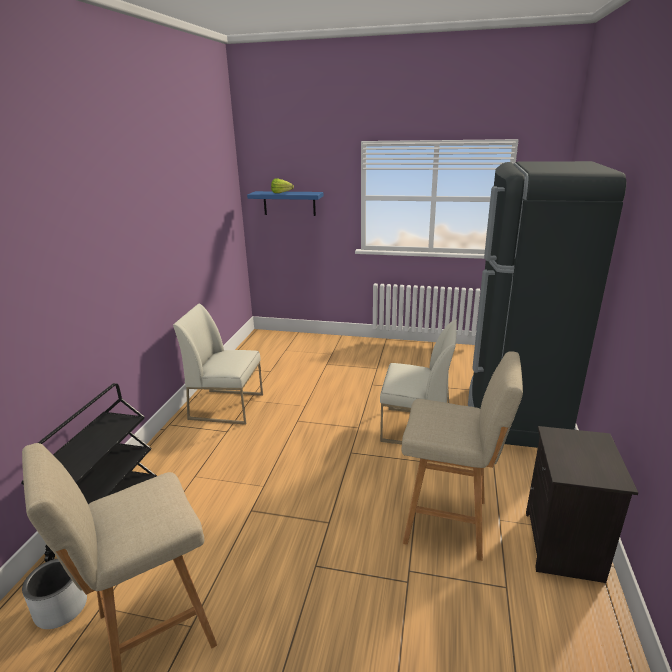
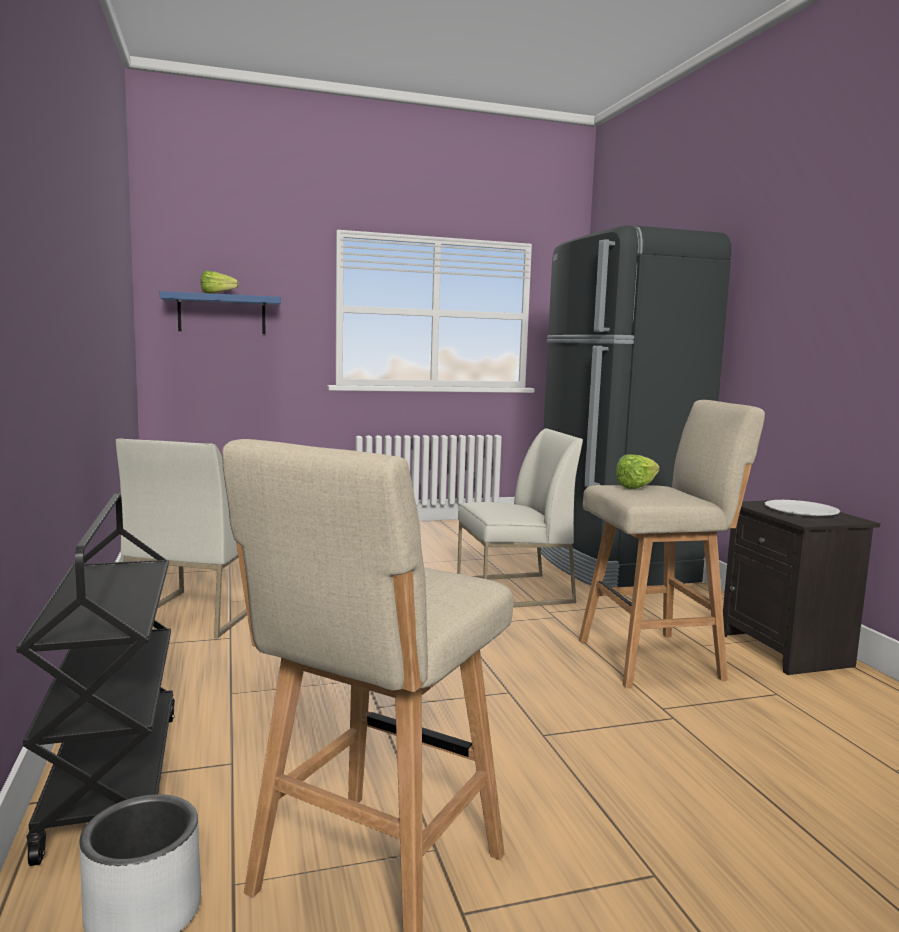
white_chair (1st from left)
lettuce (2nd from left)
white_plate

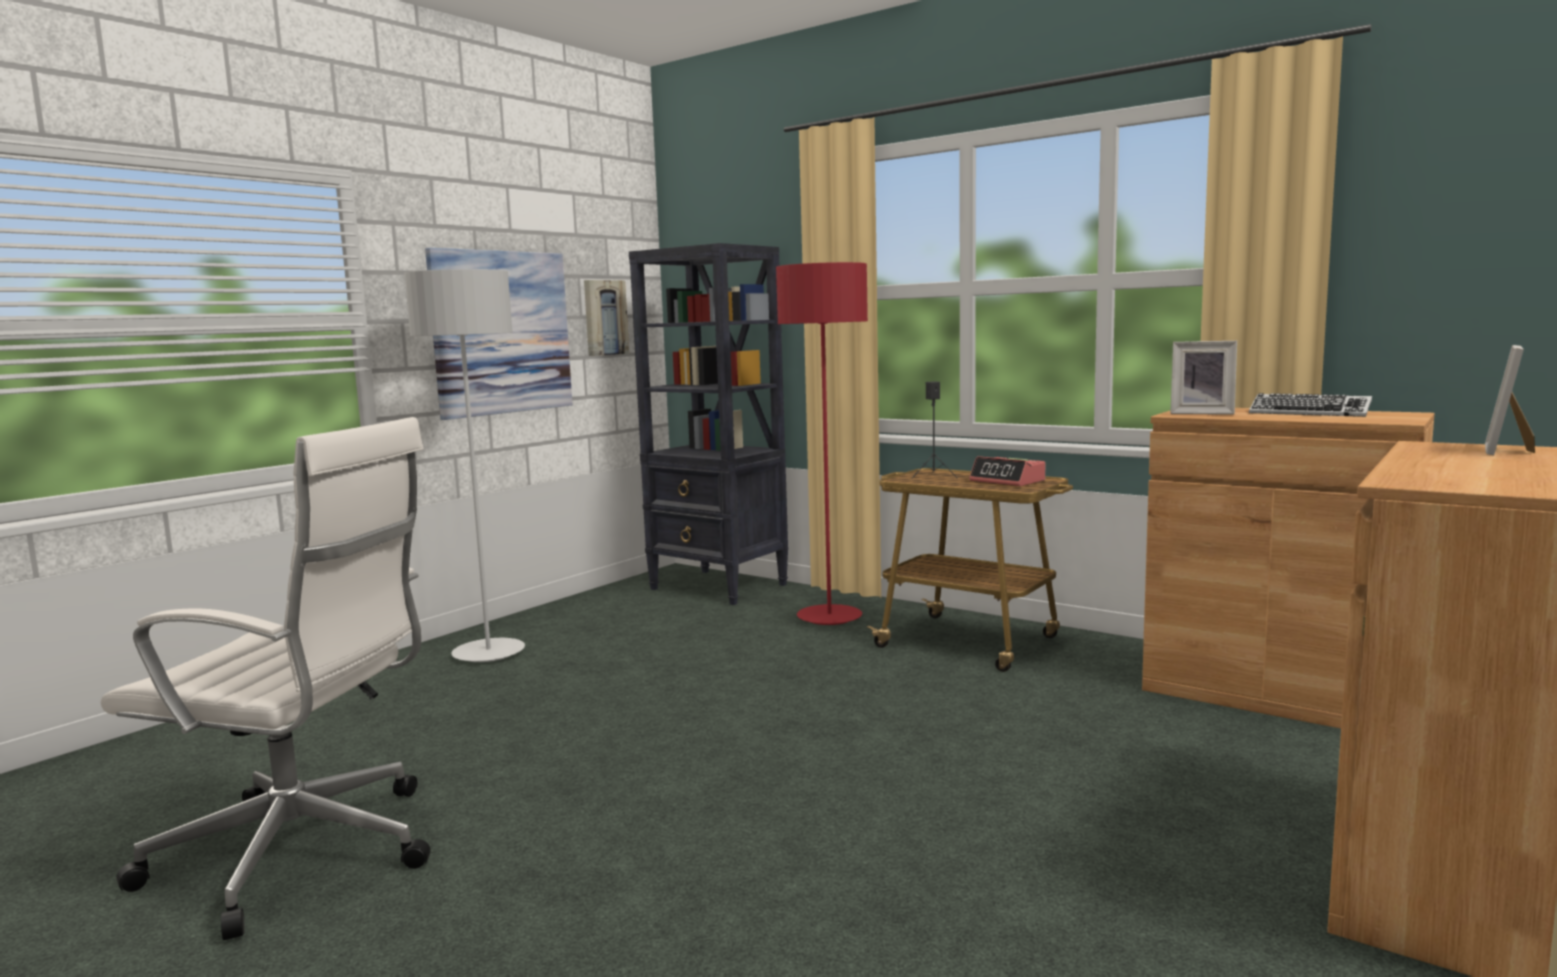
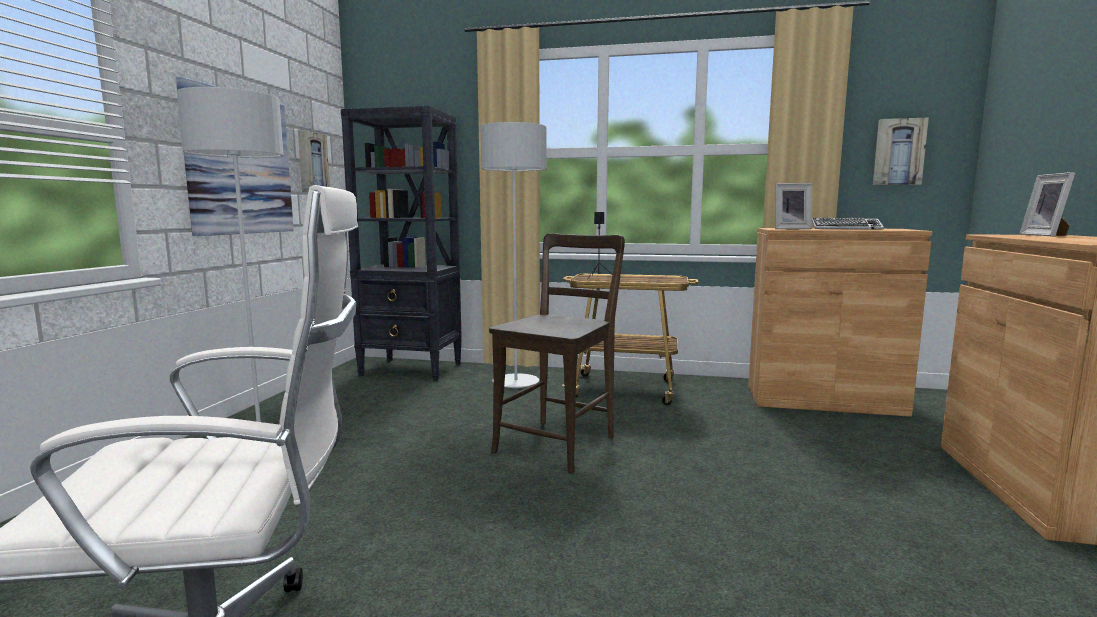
grey_floor_lamp (2nd from left)
alarm_clock
brown_chair
picture (3rd from left)

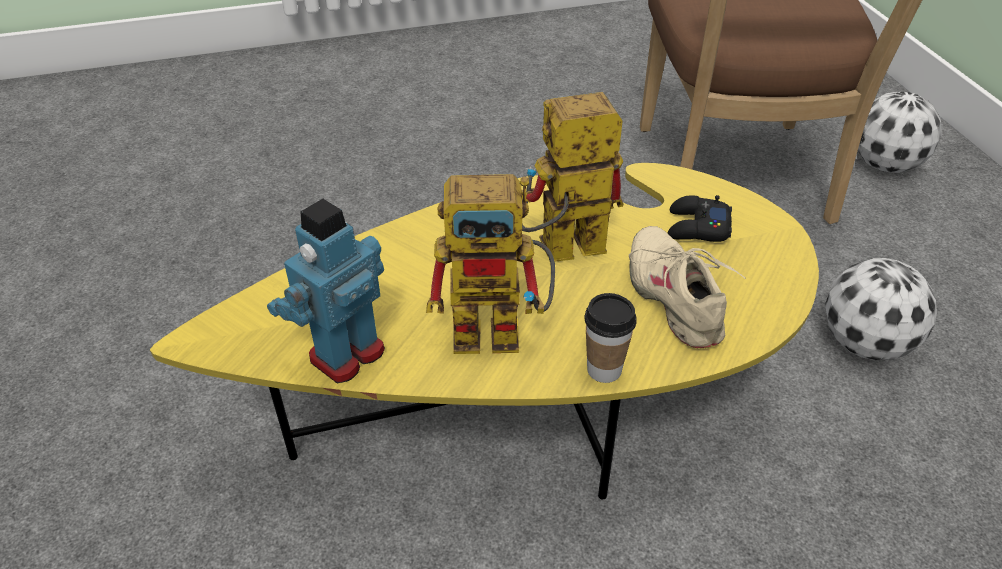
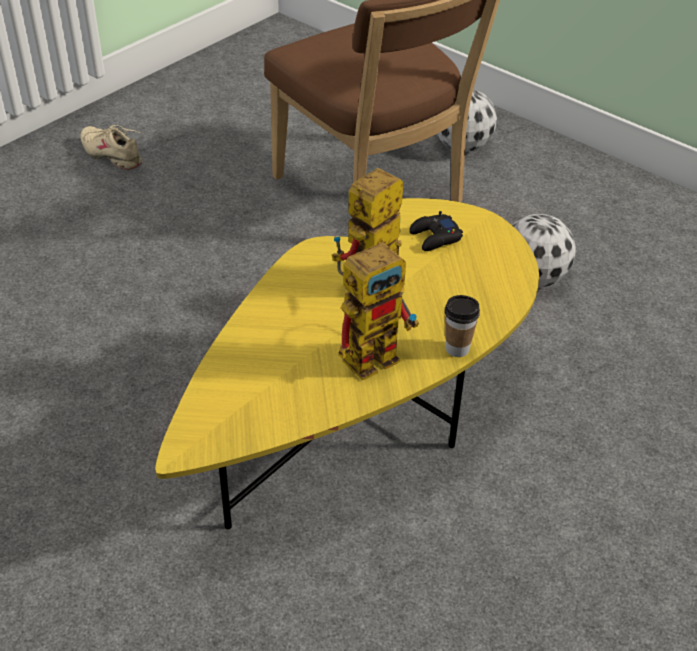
toy_robot (1st from left in the first image)
beige_shoe

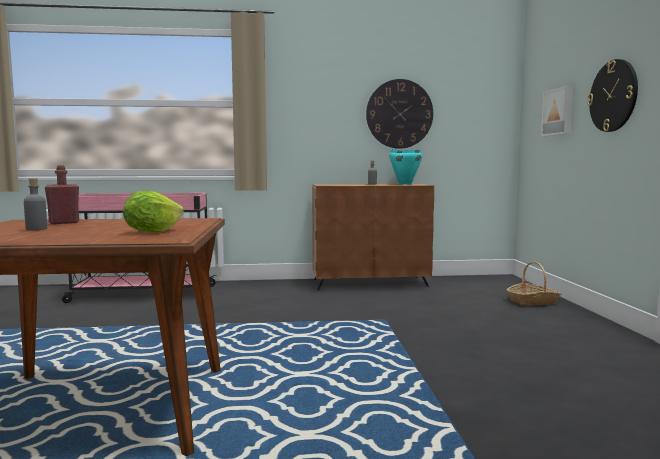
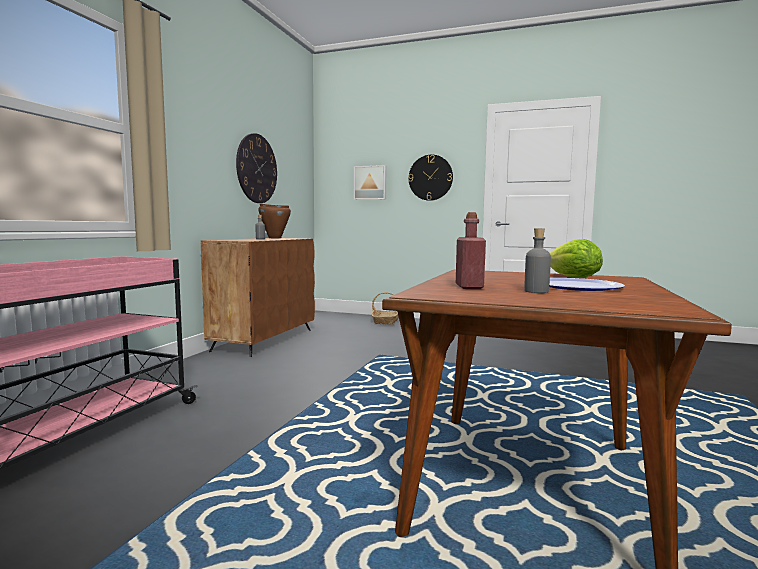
brown_cooking_pot
plate

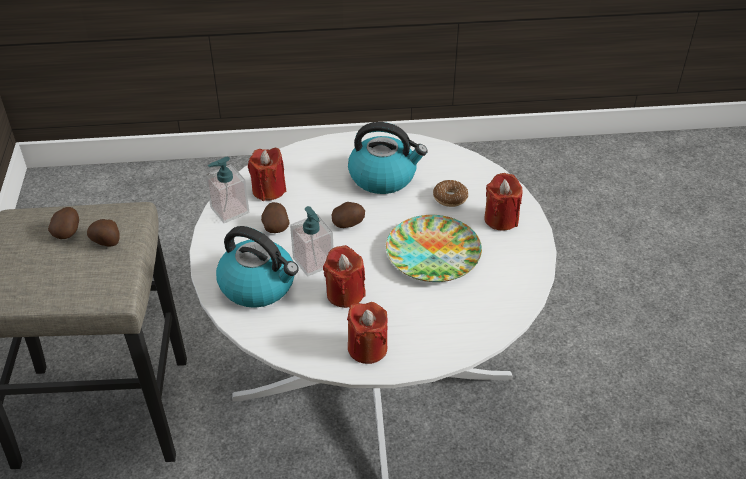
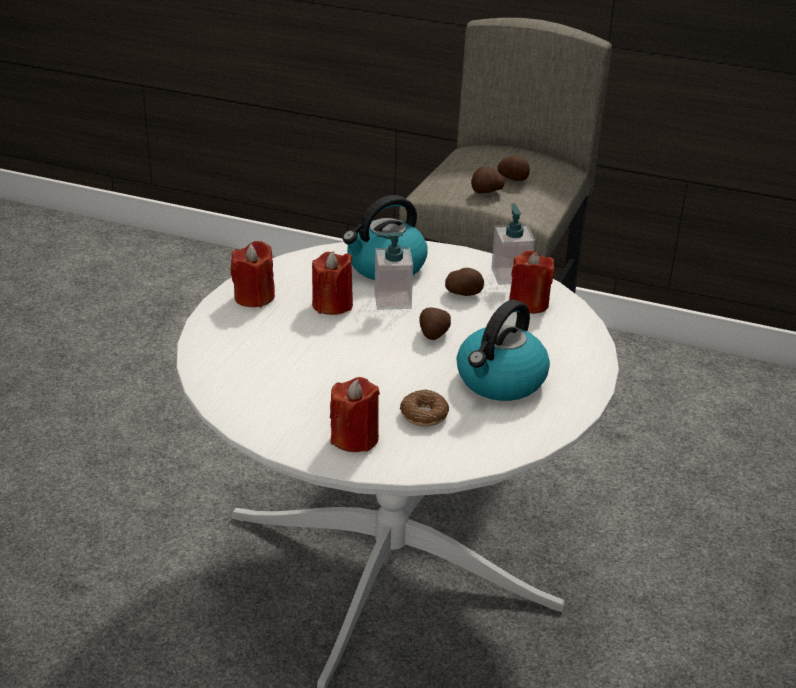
plate

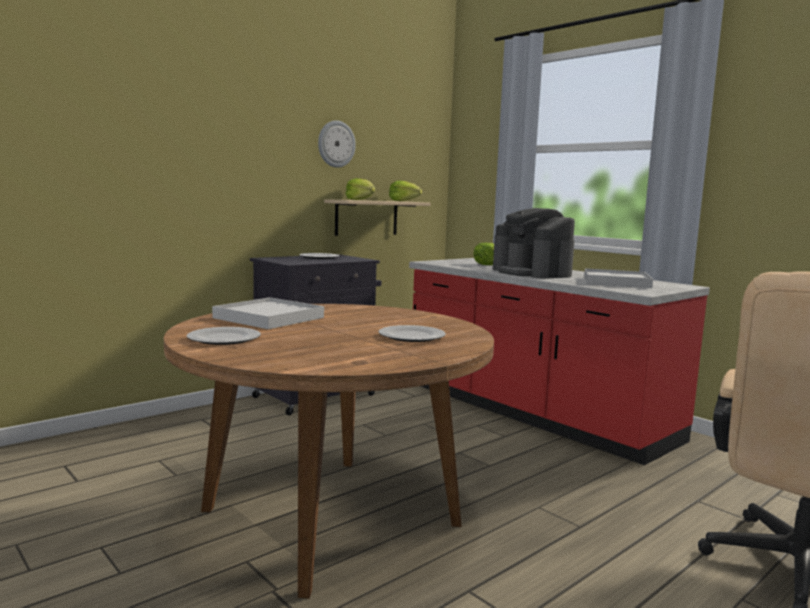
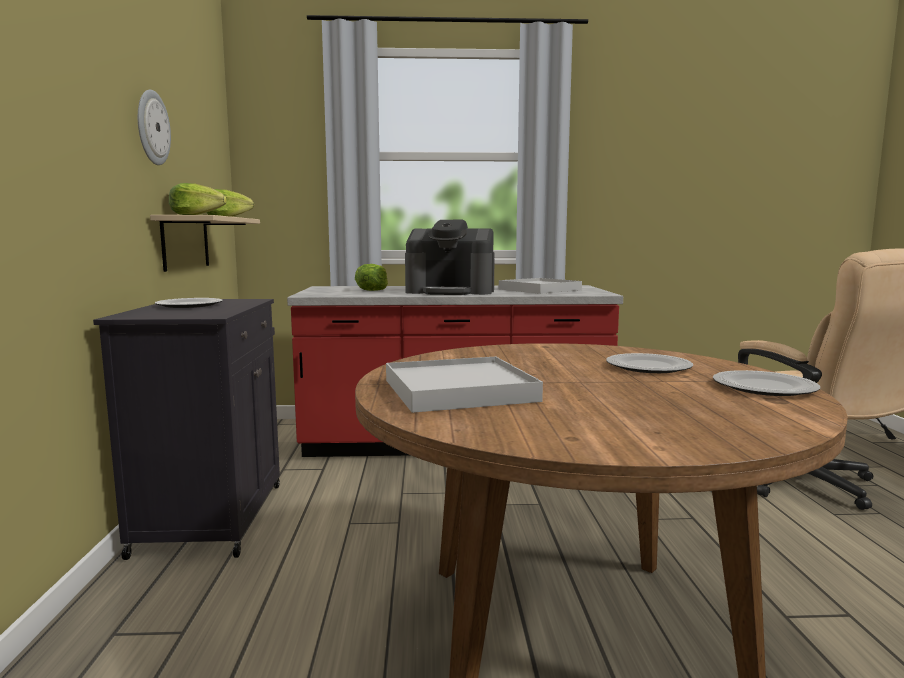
plate (3rd from left)

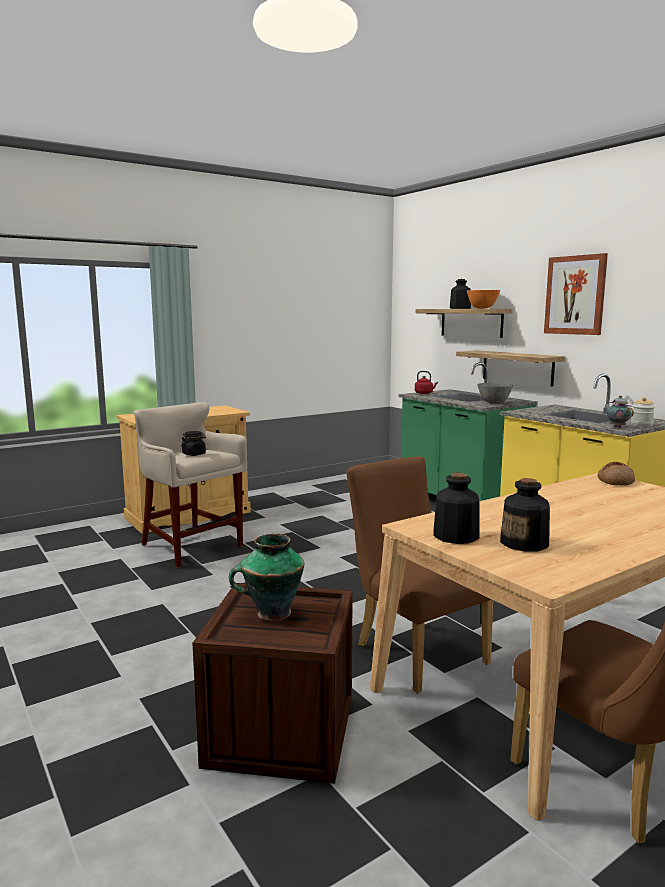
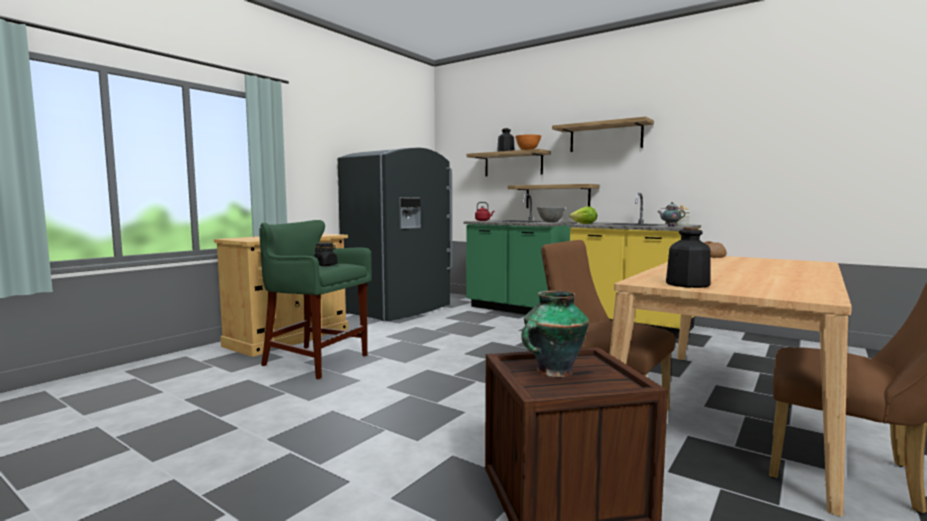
green_stool
bottle (3rd from left in the first image)
shelf (3rd from left)
grey_fridge
lettuce

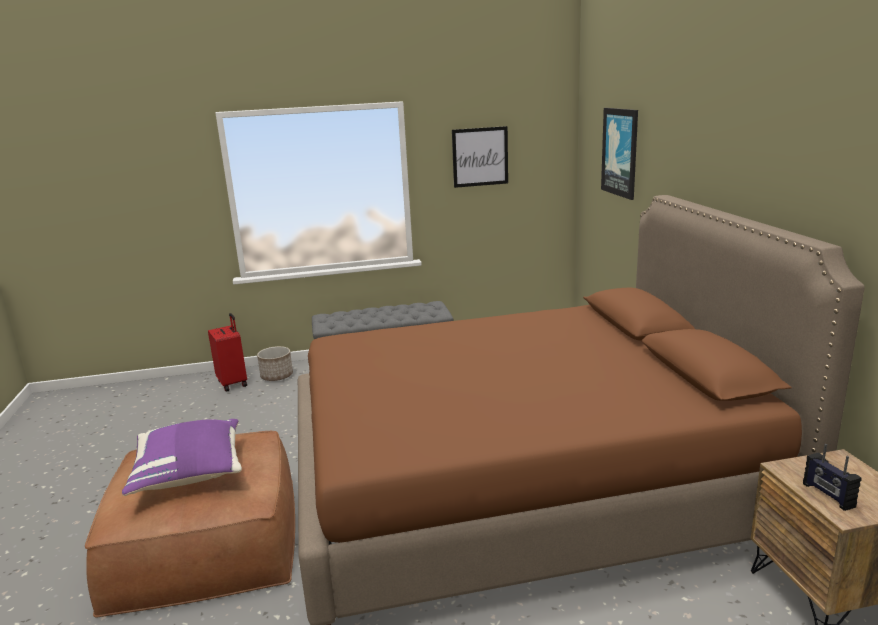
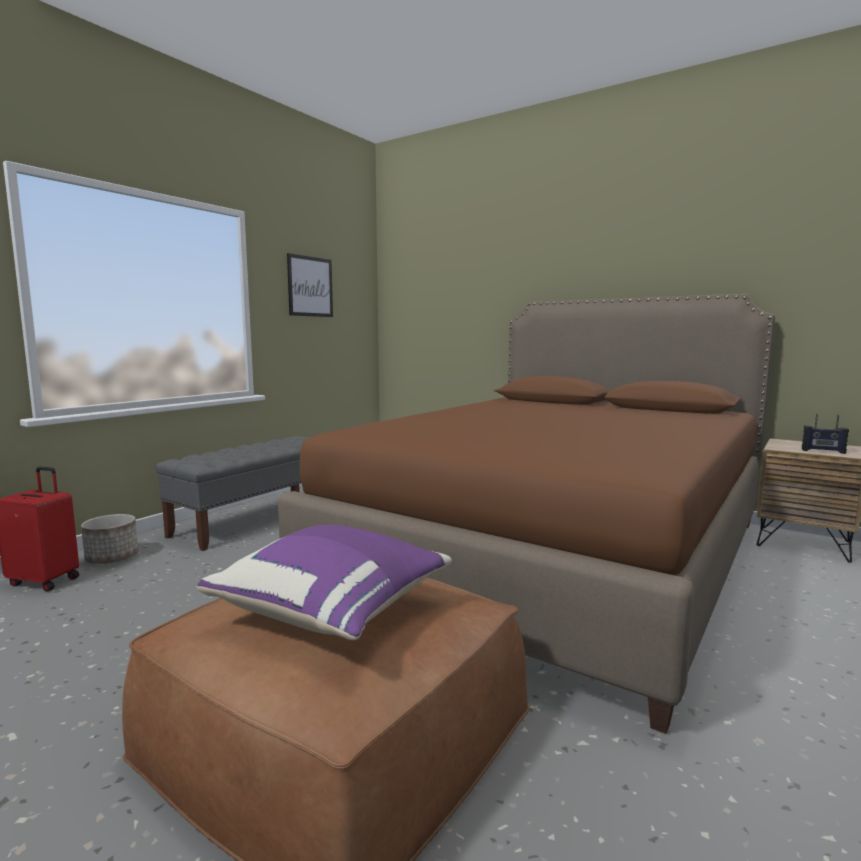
picture (2nd from left in the first image)

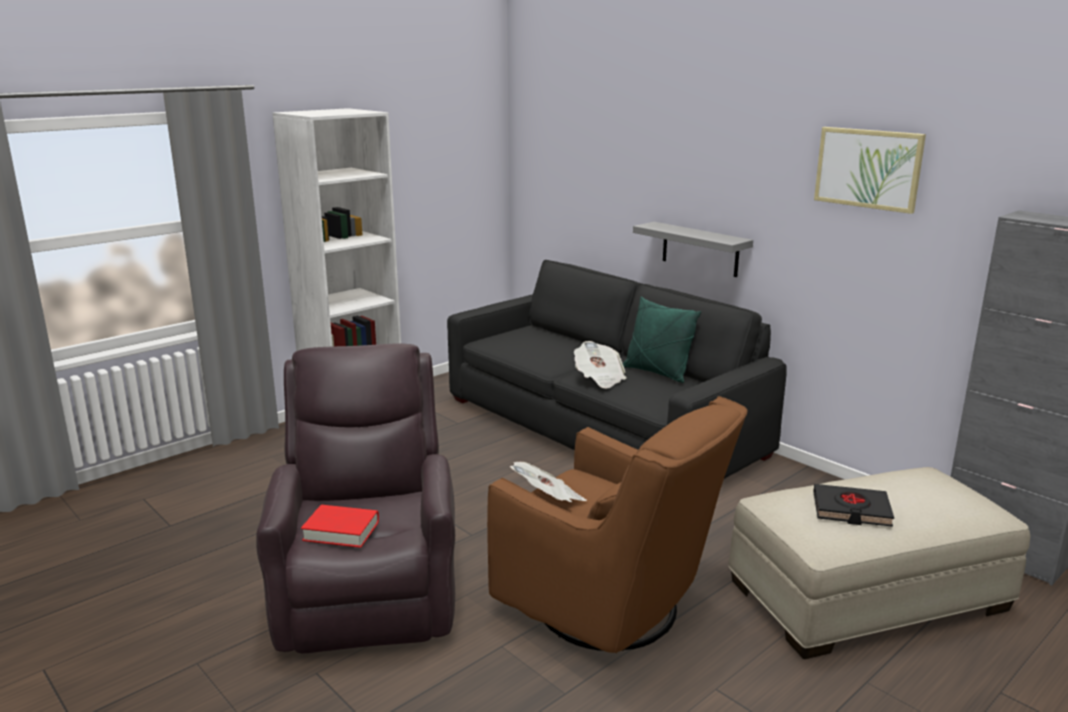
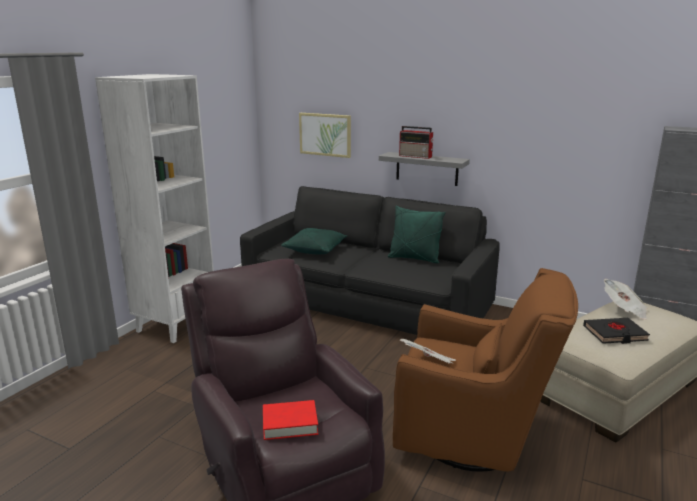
newspaper (2nd from left)
picture
green_pillow (1st from left)
radio

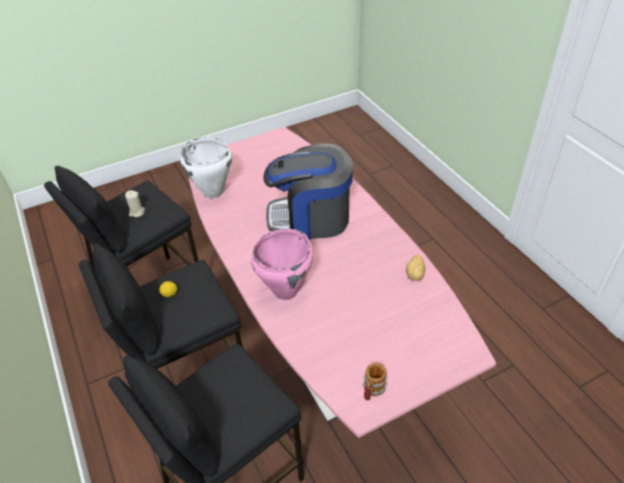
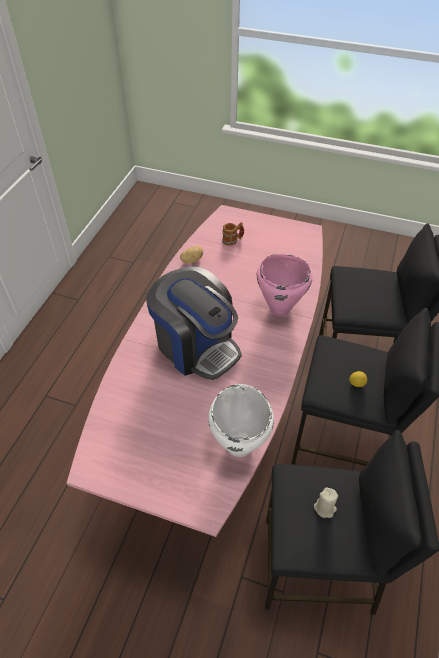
mug

